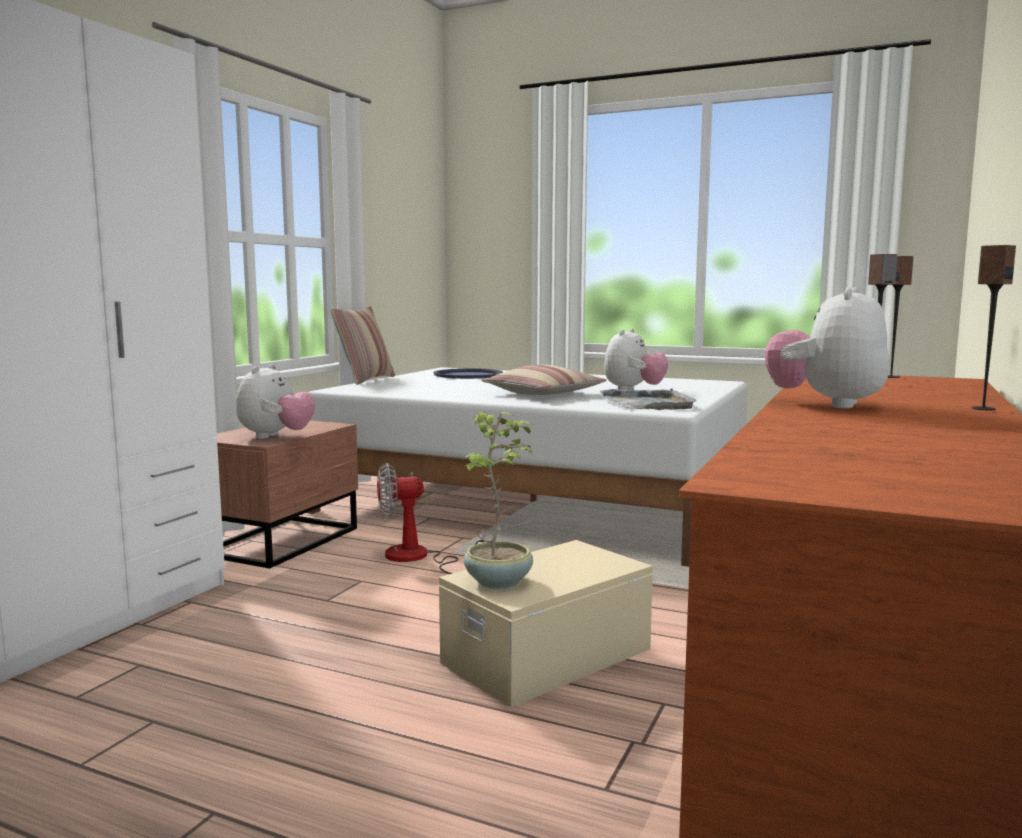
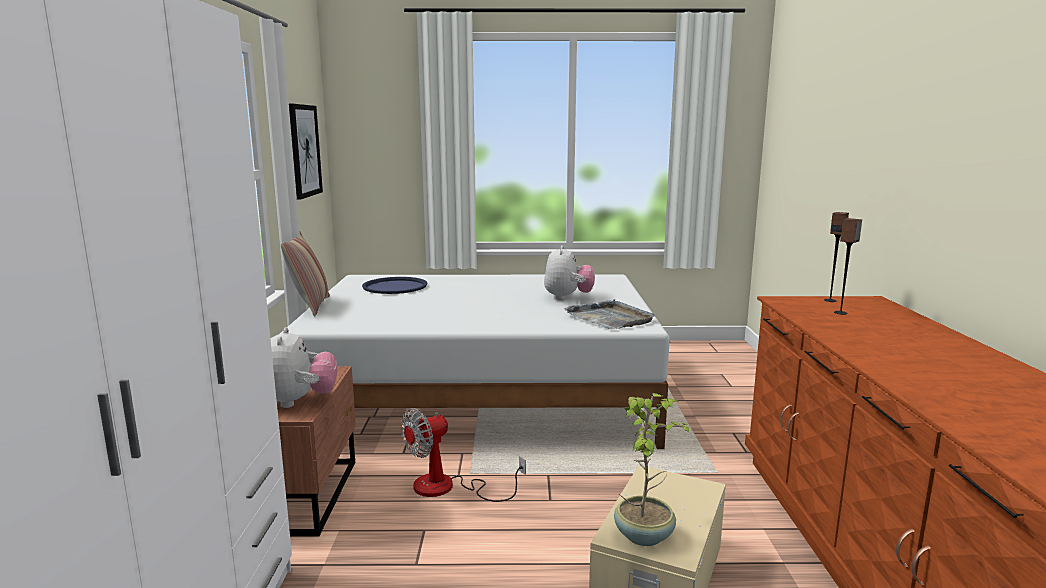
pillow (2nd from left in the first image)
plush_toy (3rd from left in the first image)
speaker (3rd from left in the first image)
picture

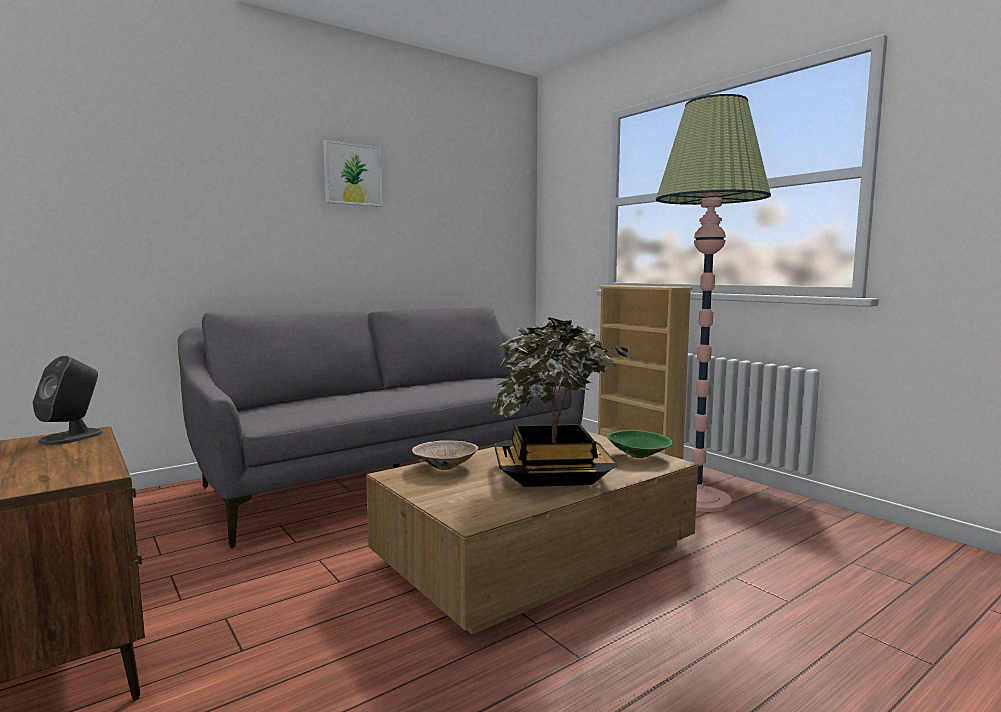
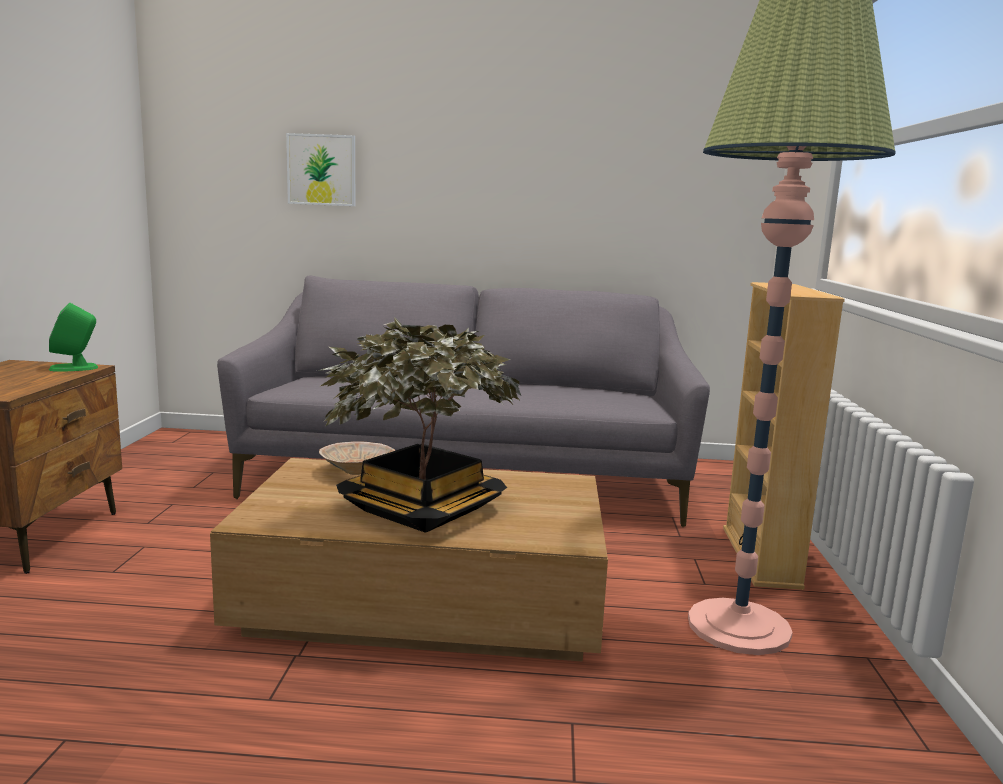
green_speaker
picture
green_bowl

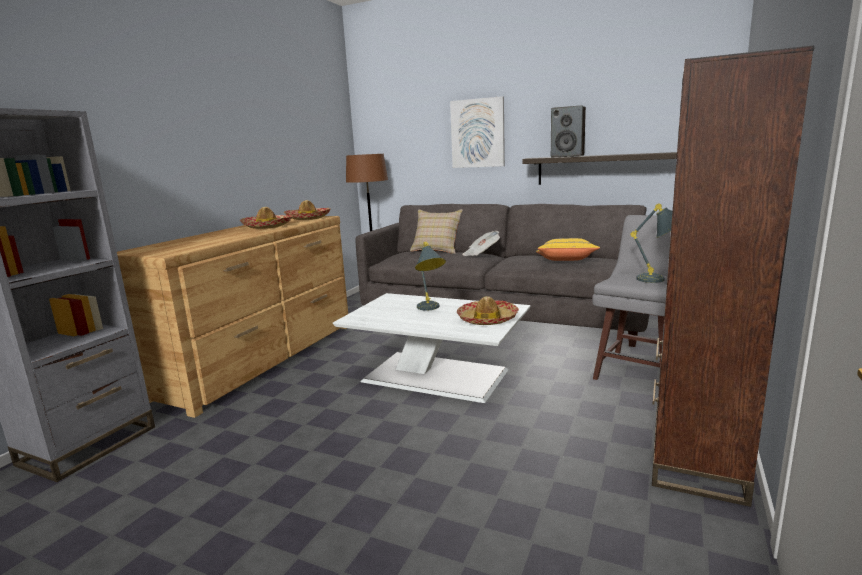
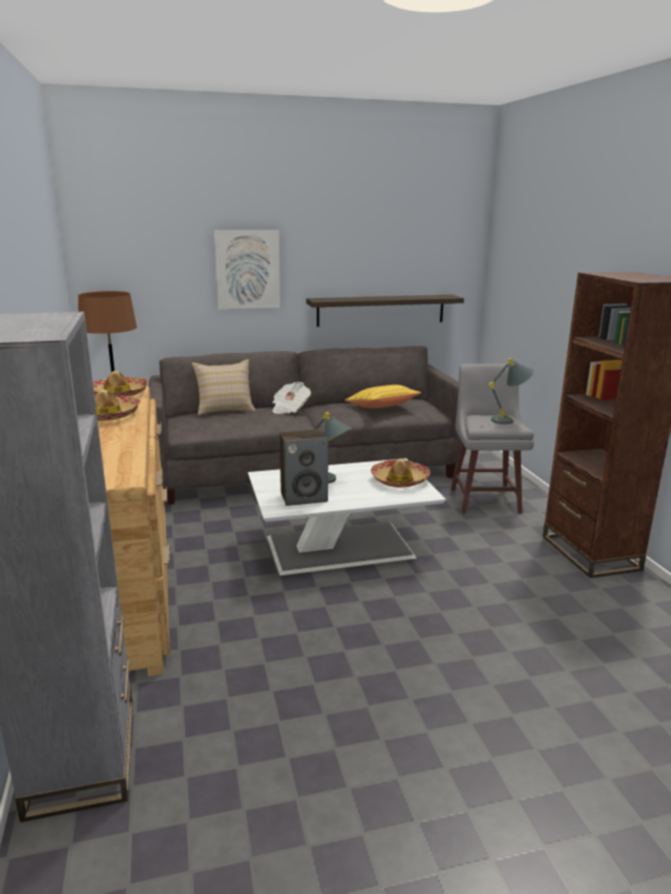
speaker

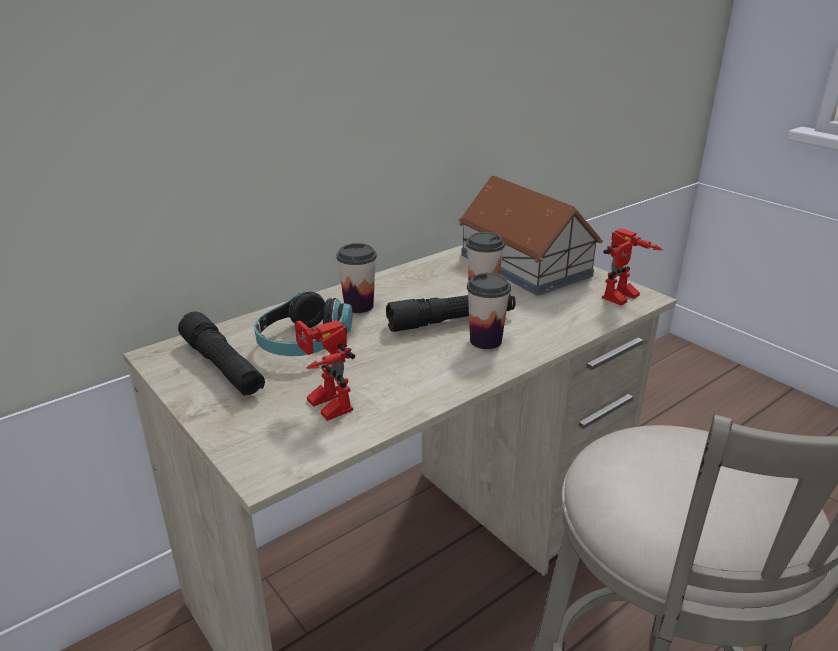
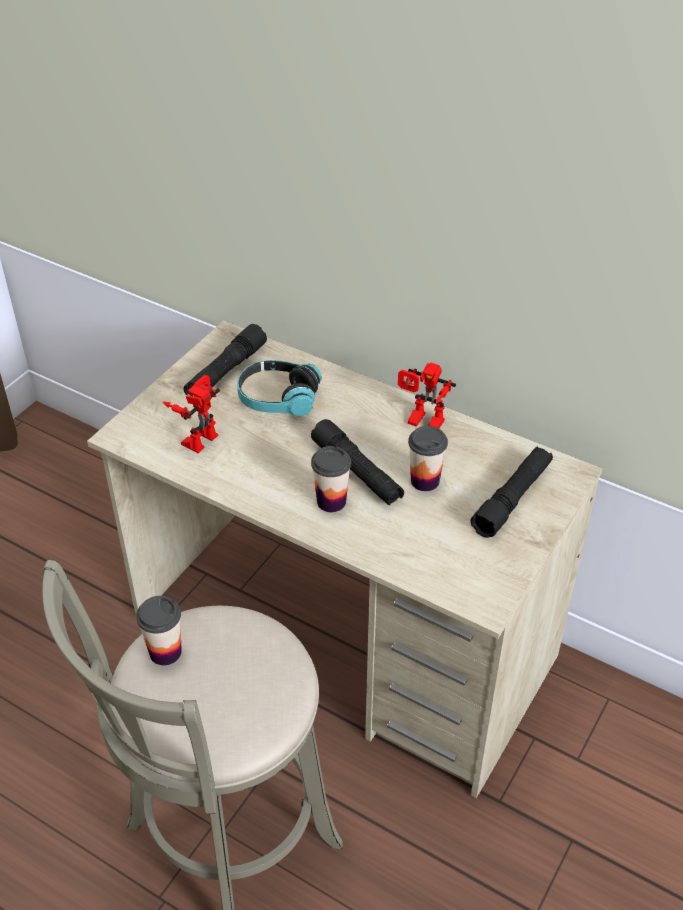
cup (1st from left)
black_flashlight (3rd from left)
toy_robot (2nd from left)

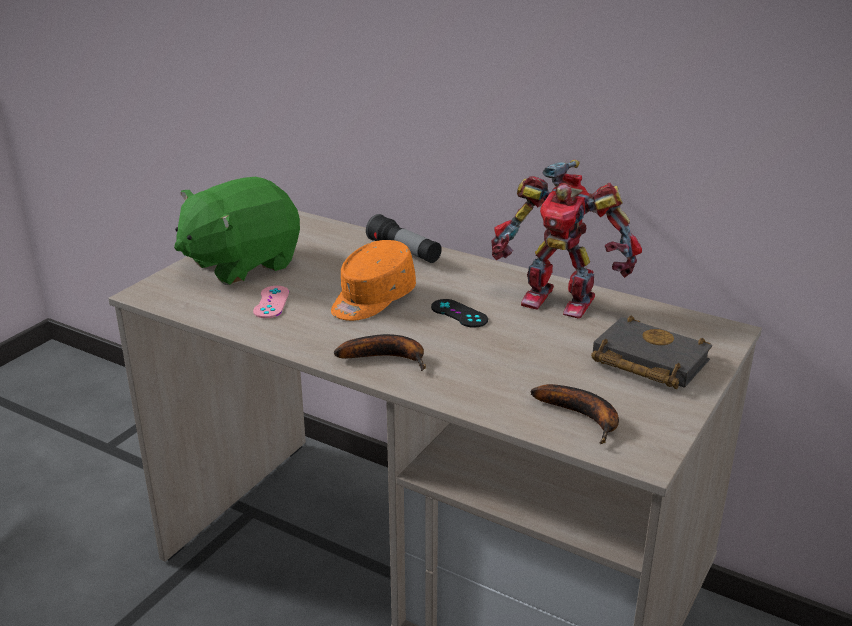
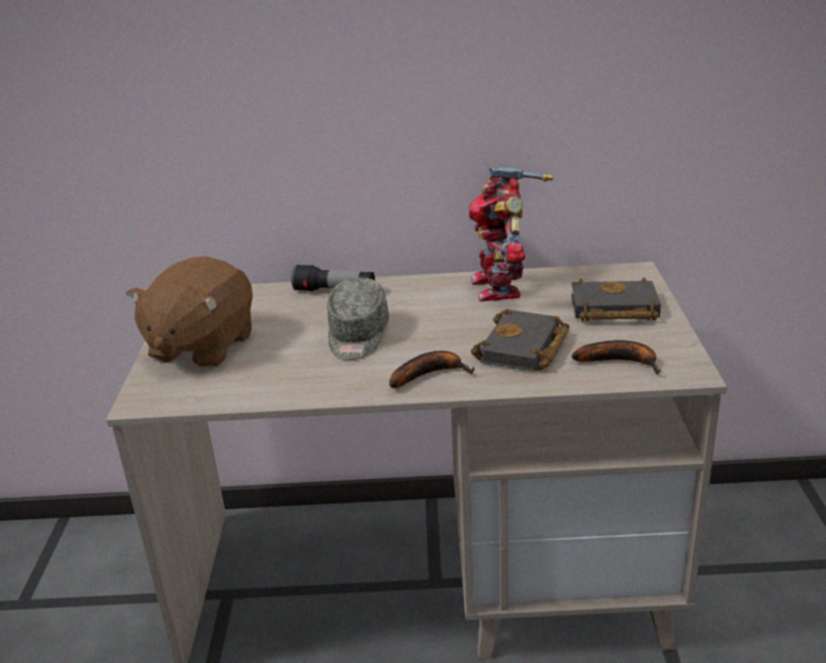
brown_plush_toy
pink_game_controller
grey_cap
black_game_controller
toy_robot
black_book (1st from left)

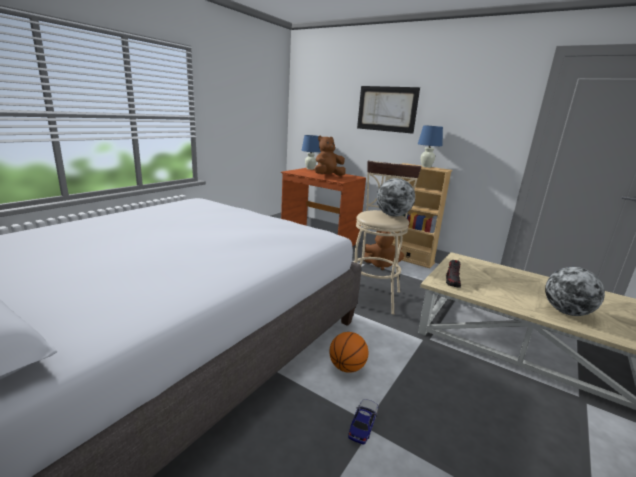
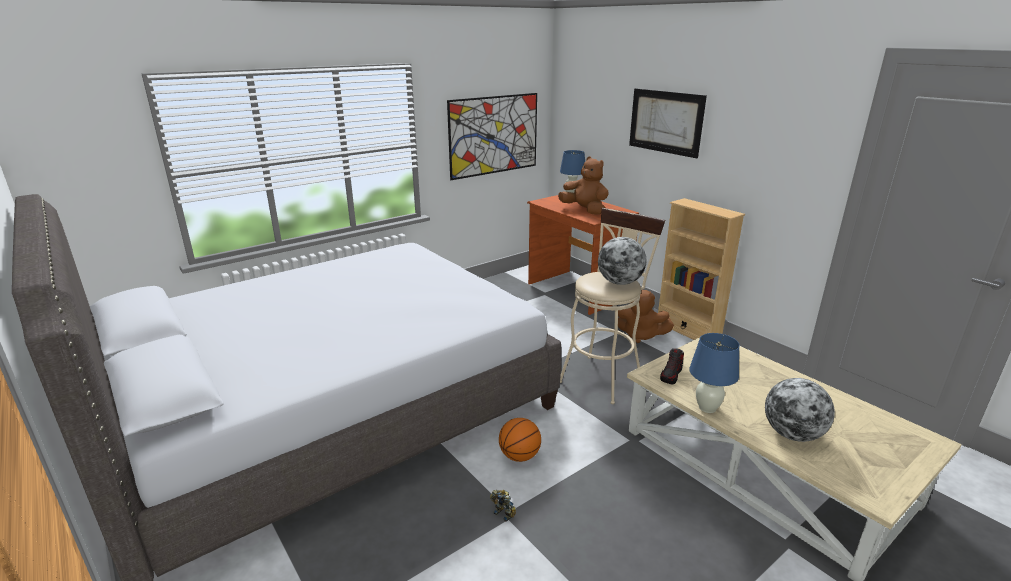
brown_plush_toy (1st from left)
toy_robot
blue_table_lamp (2nd from left)
picture (1st from left)

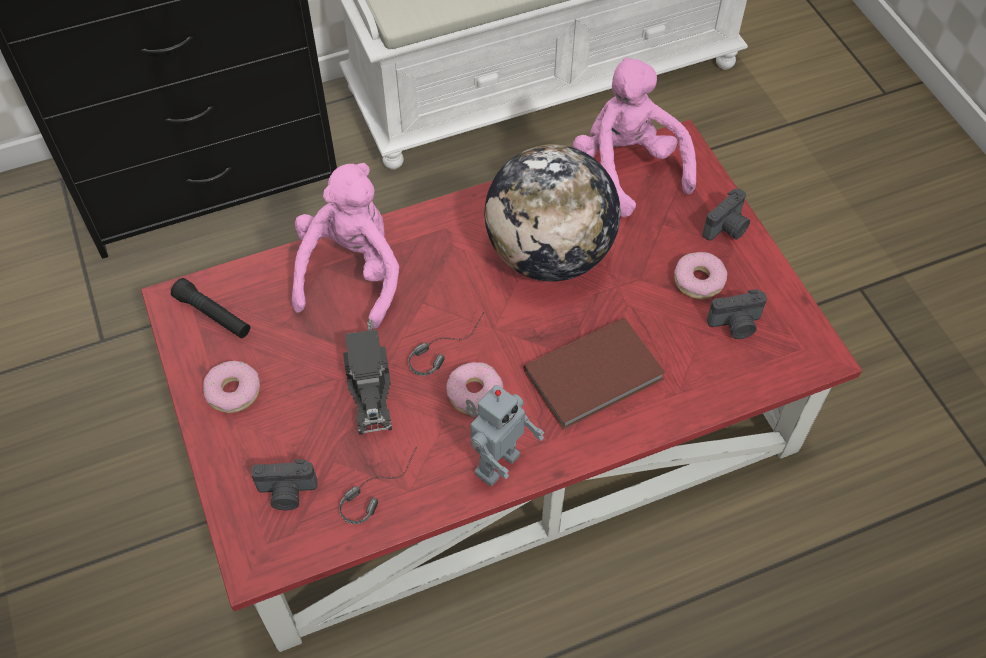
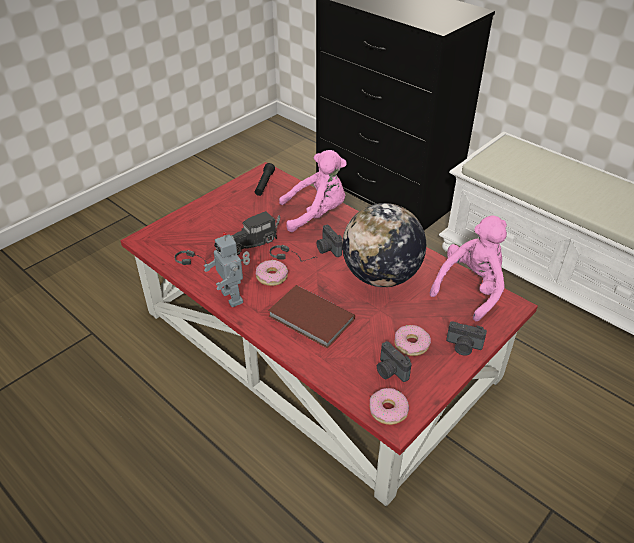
donut (2nd from left)
photo_camera (1st from left)
toy_robot

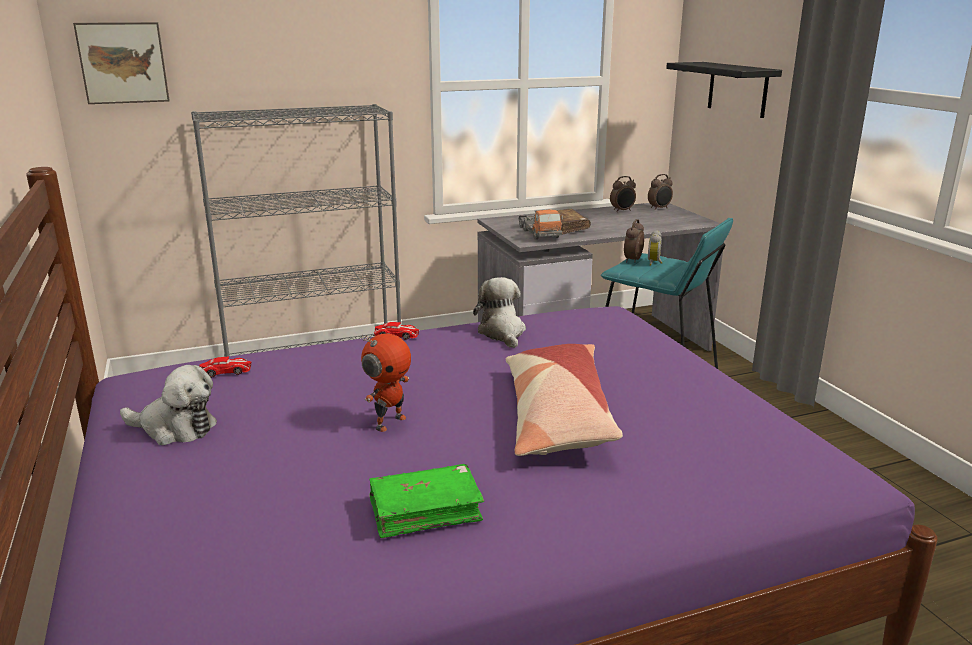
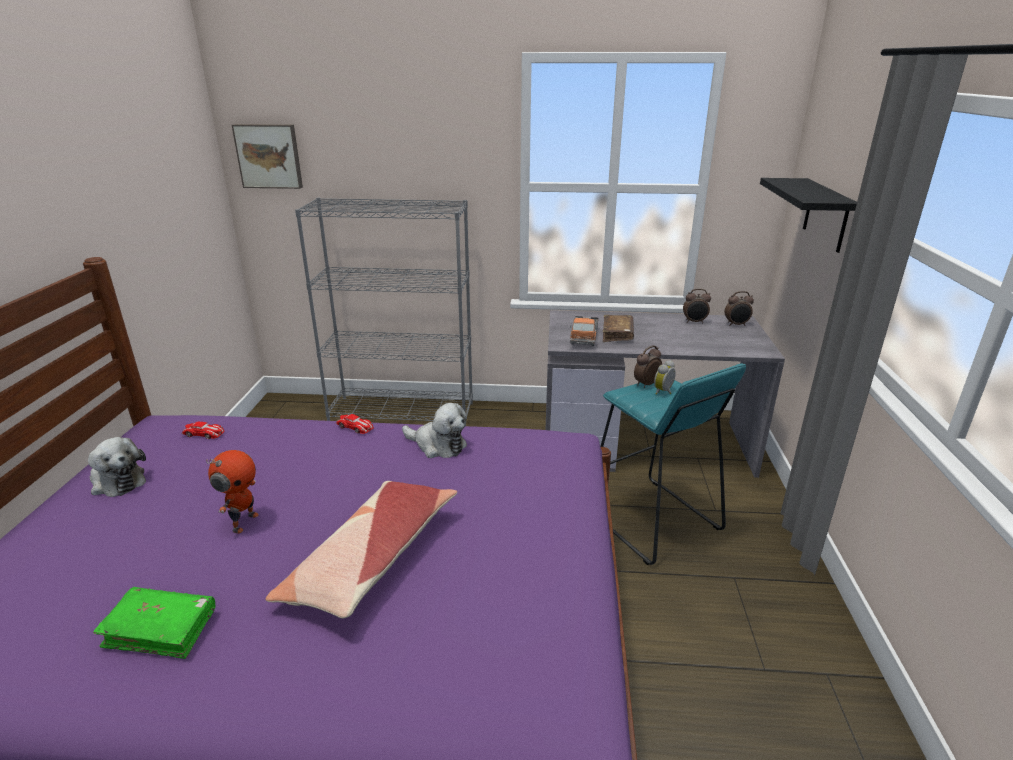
toy_robot
plush_toy (2nd from left)

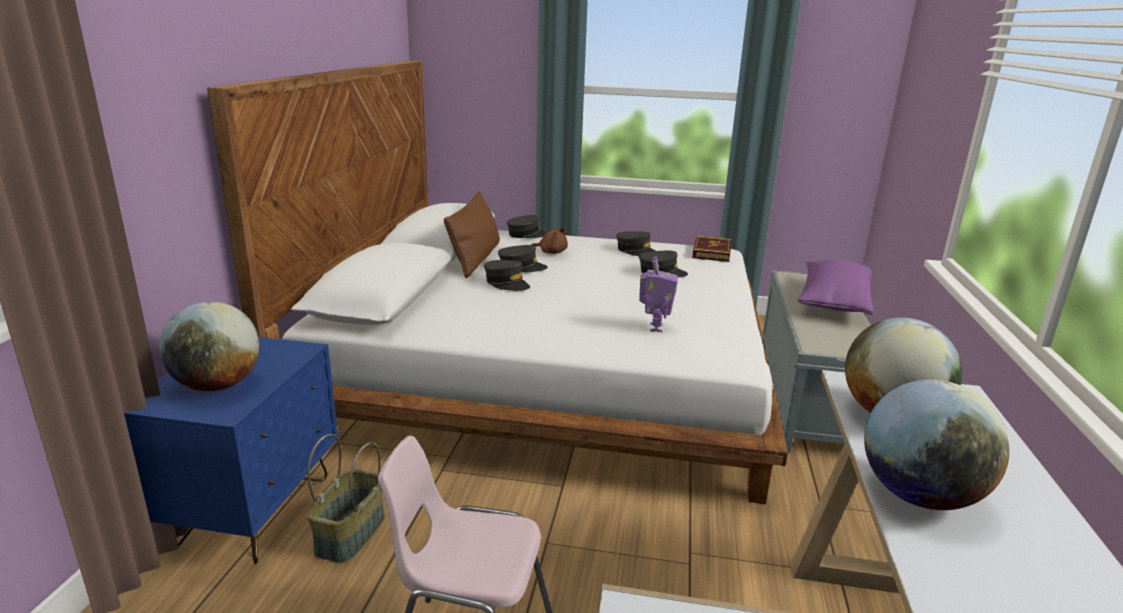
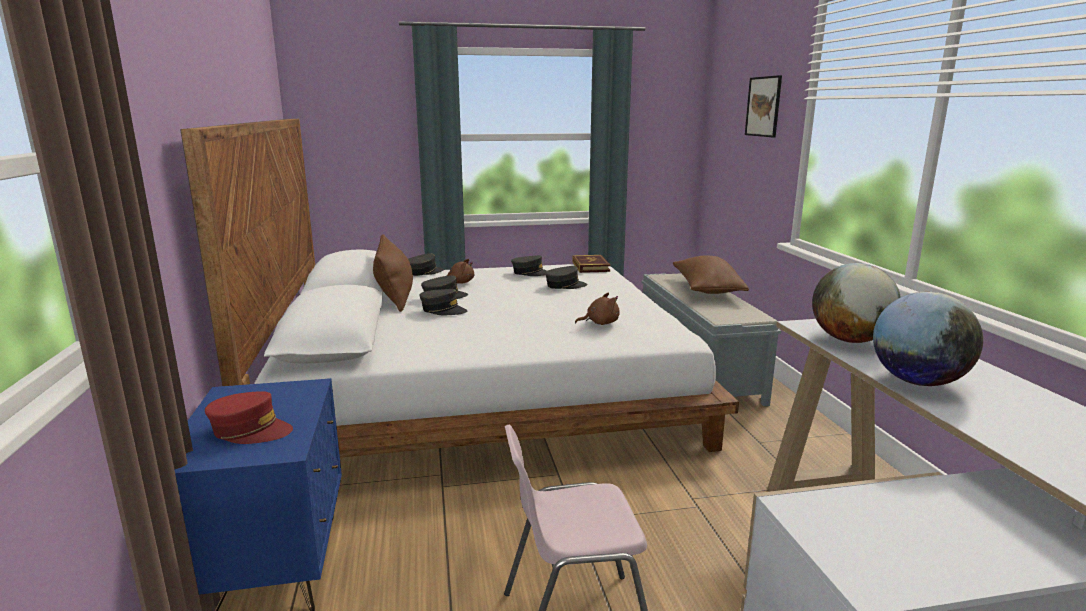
red_cap
basket
brown_plush_toy (2nd from left)
brown_pillow (2nd from left)
picture

